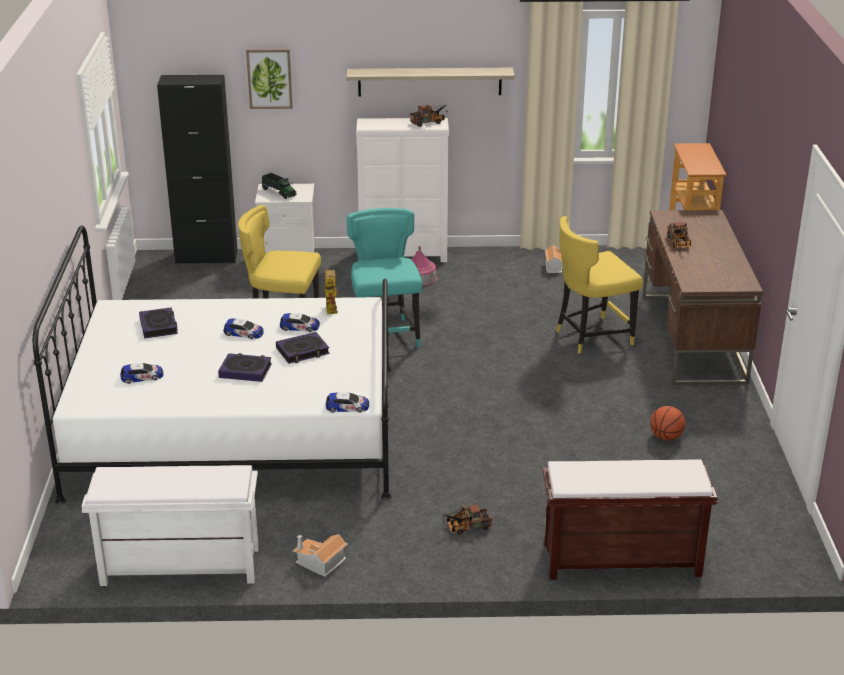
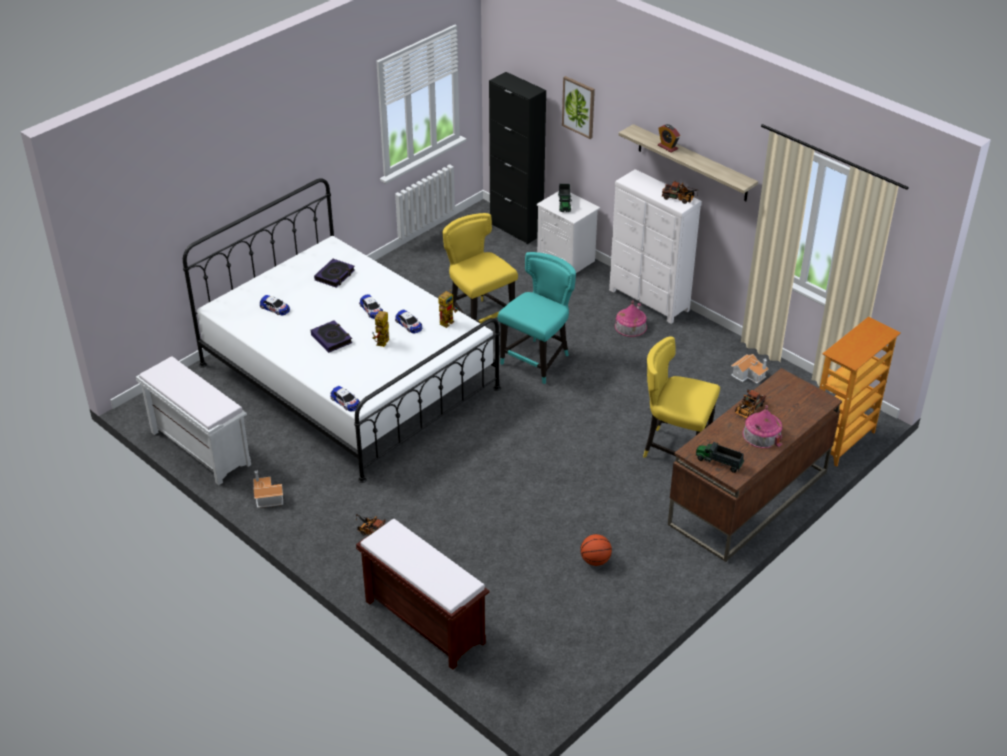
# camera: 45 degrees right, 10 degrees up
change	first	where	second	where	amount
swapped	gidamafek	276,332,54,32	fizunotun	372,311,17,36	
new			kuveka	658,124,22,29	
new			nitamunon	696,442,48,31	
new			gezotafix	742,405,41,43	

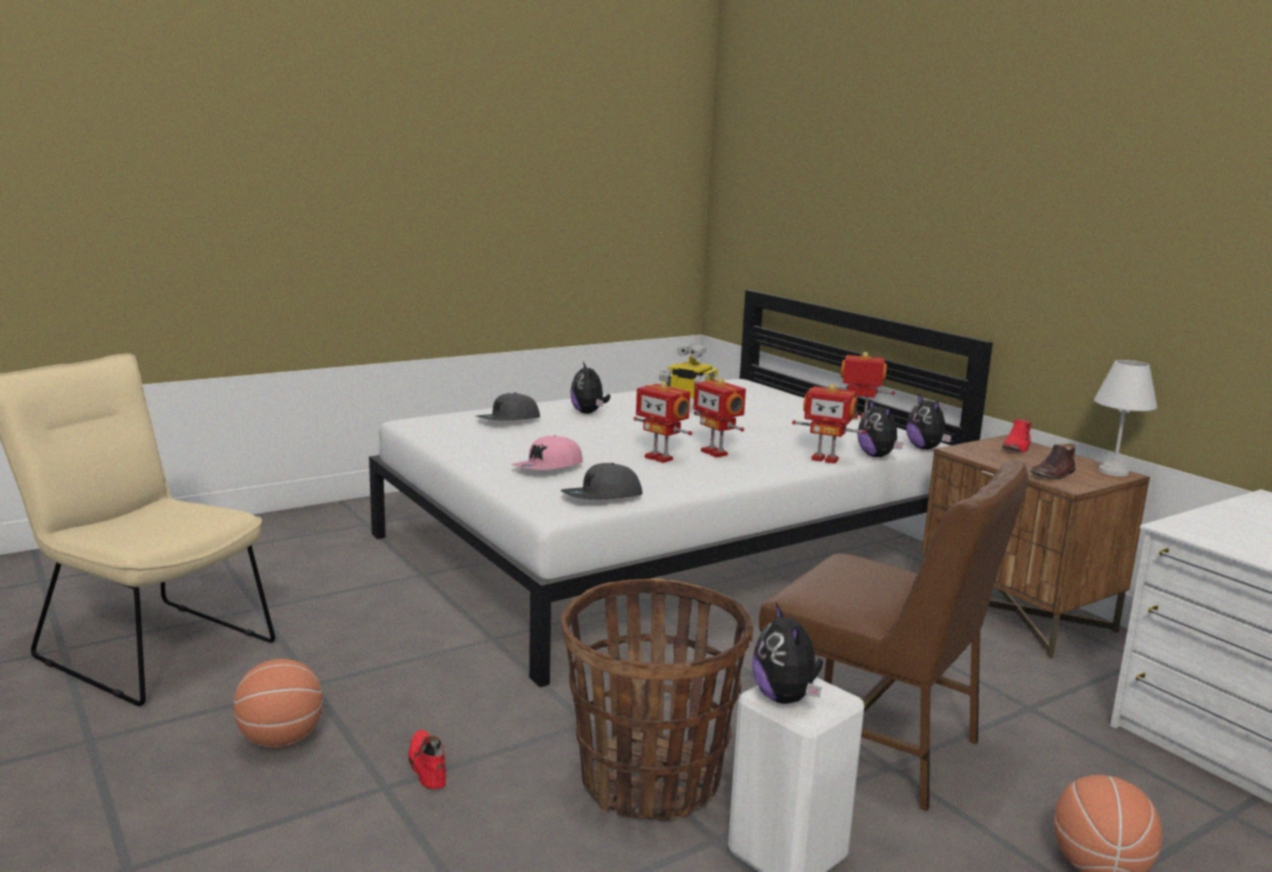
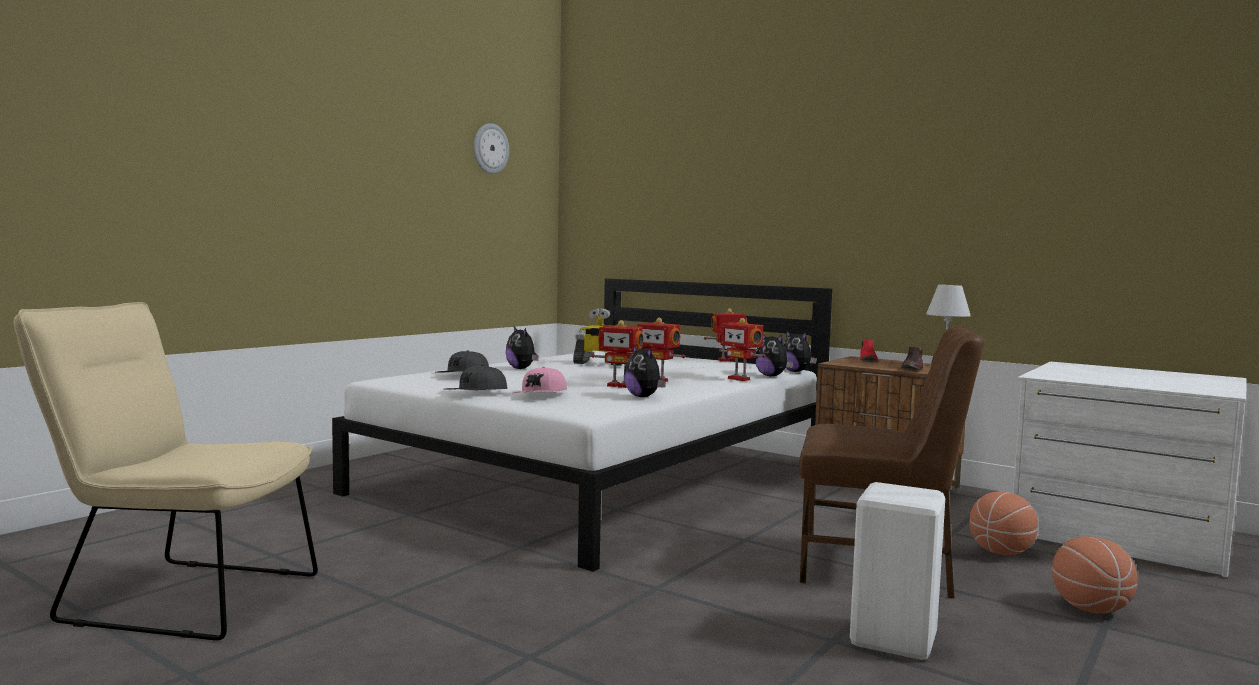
# camera: 20 degrees left, 10 degrees down
change	first	where	second	where	amount
shifted	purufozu	233,659,90,89		969,491,69,64	
gone	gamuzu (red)	408,730,38,59			
shifted	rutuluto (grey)	560,463,82,37		445,365,62,25	
gone	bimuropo	561,578,193,243			
shifted	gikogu	752,603,71,101		624,345,42,52	
rotated	fizunotun	792,384,74,80		719,318,46,63	45 degrees clockwise
new			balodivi	474,123,35,51	

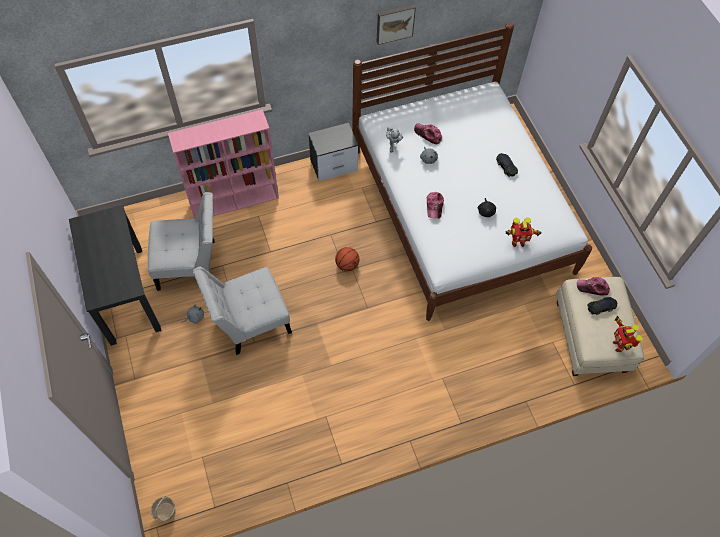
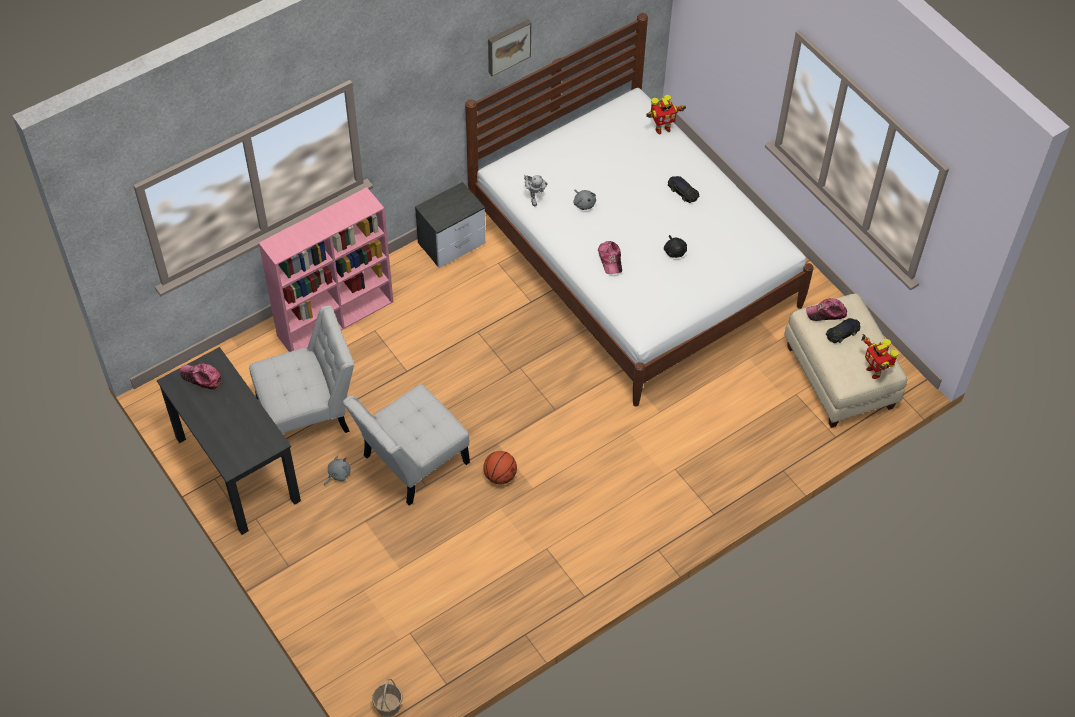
# camera: 15 degrees left, 5 degrees down
change	first	where	second	where	amount
shifted	purufozu	335,247,24,24		483,451,34,33	
shifted	rutuluto	414,123,28,21		180,363,42,26	
shifted	fizunotun	506,217,36,30		646,95,40,39	

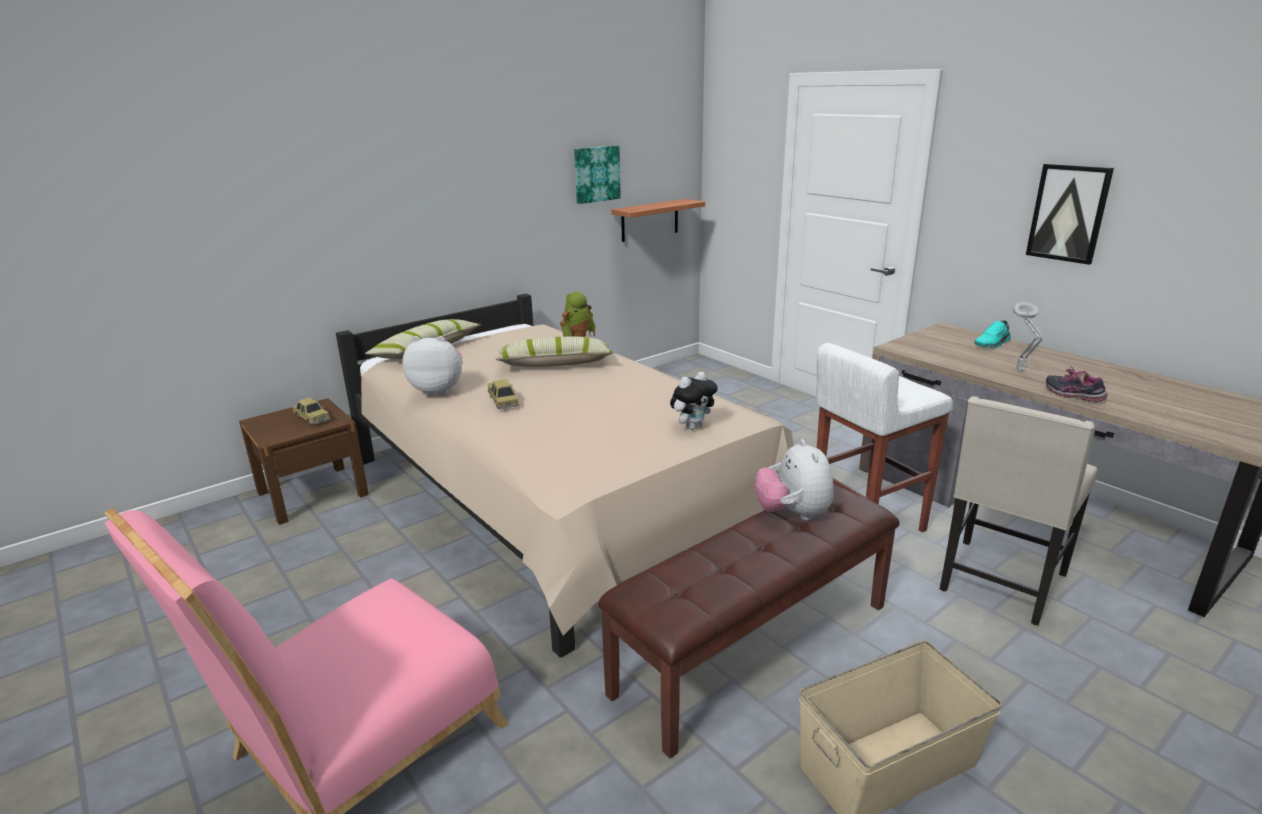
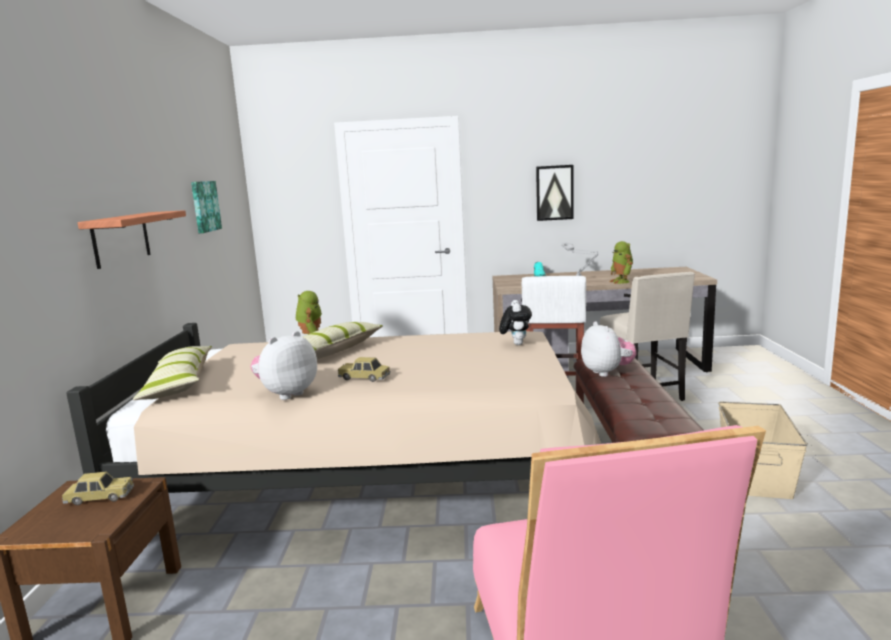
# camera: 50 degrees left, 10 degrees down
change	first	where	second	where	amount
shifted	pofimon	611,199,94,43		78,210,108,59	
rotated	gikogu	754,439,80,81		581,321,55,56	135 degrees counterclockwise
swapped	gamuzu	1046,366,62,36	fizunotun	610,241,23,43	

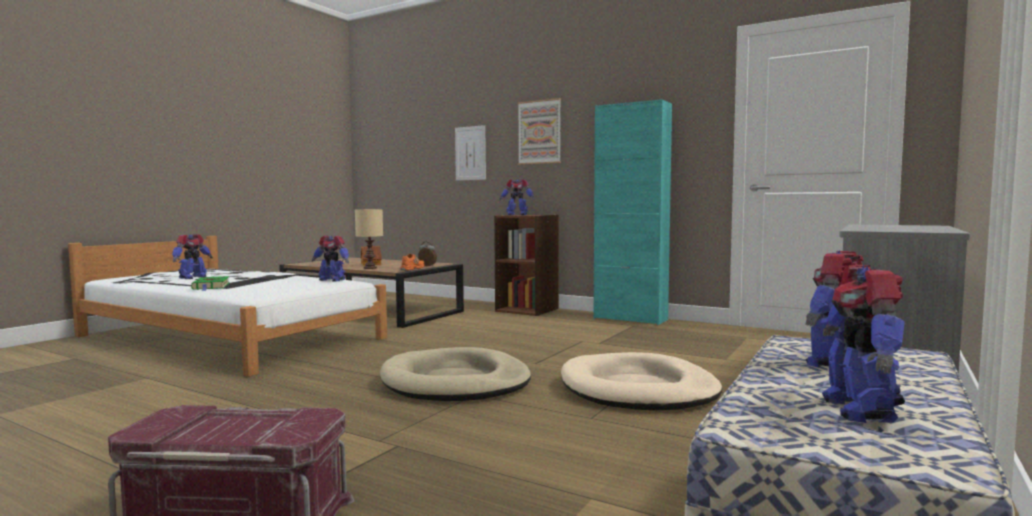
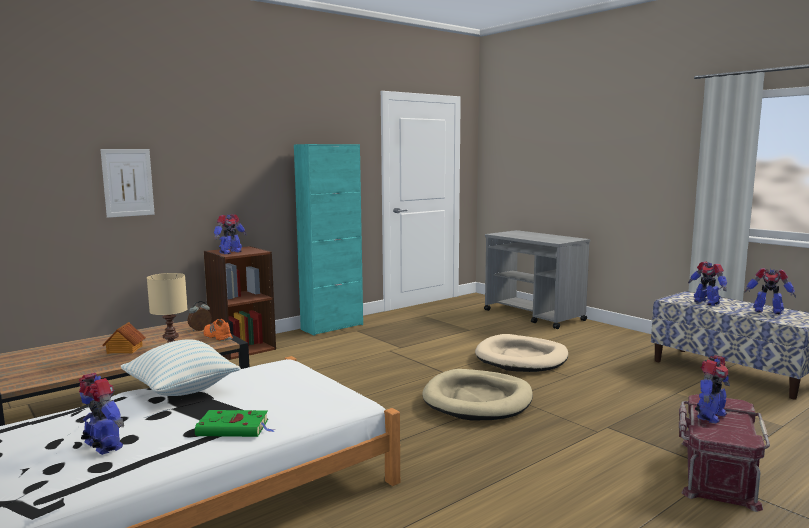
# camera: 70 degrees left, 5 degrees up
change	first	where	second	where	amount
shifted	fizunotun	312,235,37,47		695,355,35,68	
gone	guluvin	518,98,43,67			
new			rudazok	121,339,120,57	

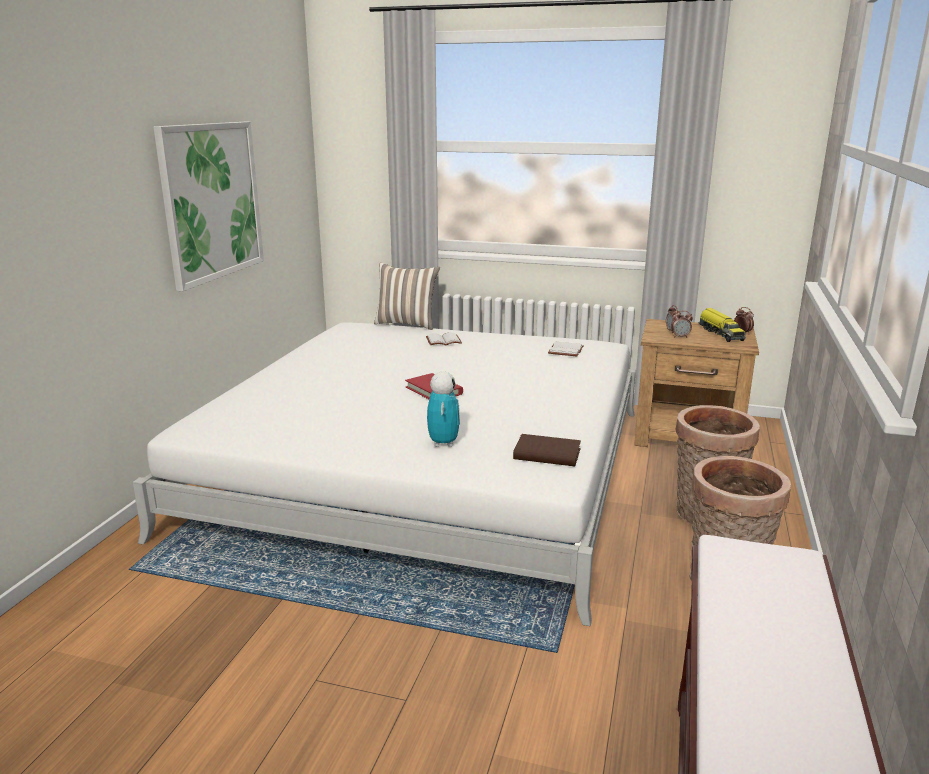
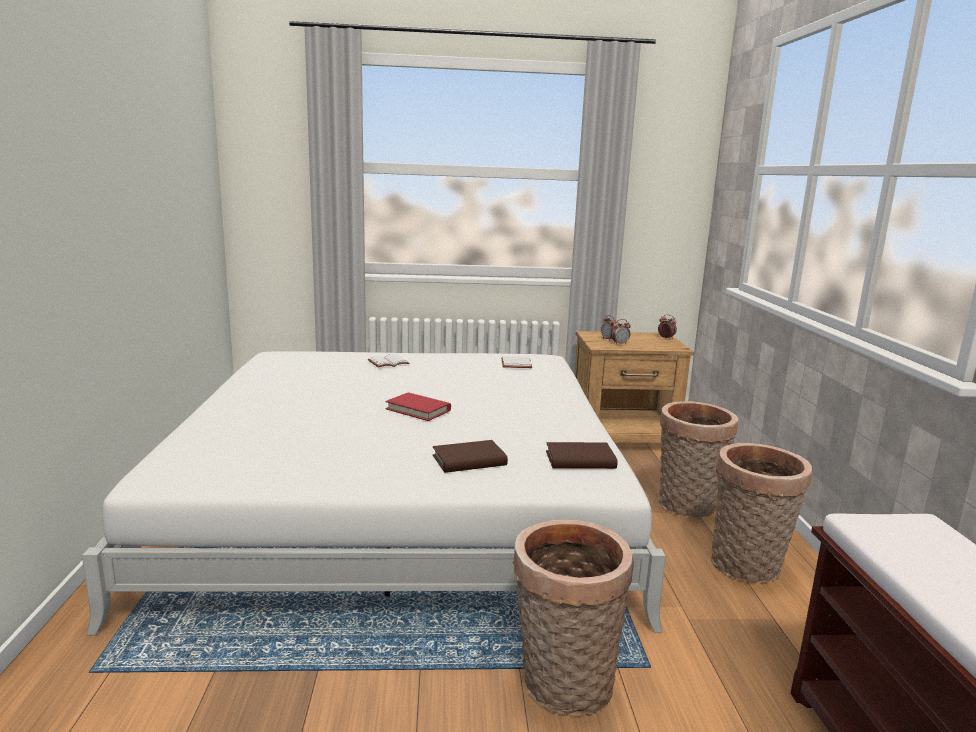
# camera: 20 degrees left, 5 degrees down
change	first	where	second	where	amount
gone	guluvin	153,122,111,169			
gone	rudazok	374,262,66,68			
swapped	fizunotun	427,372,33,75	gidamafek (brown)	433,440,75,33	
gone	nitamunon	699,308,47,34			
new			bimuropo	513,520,121,196	

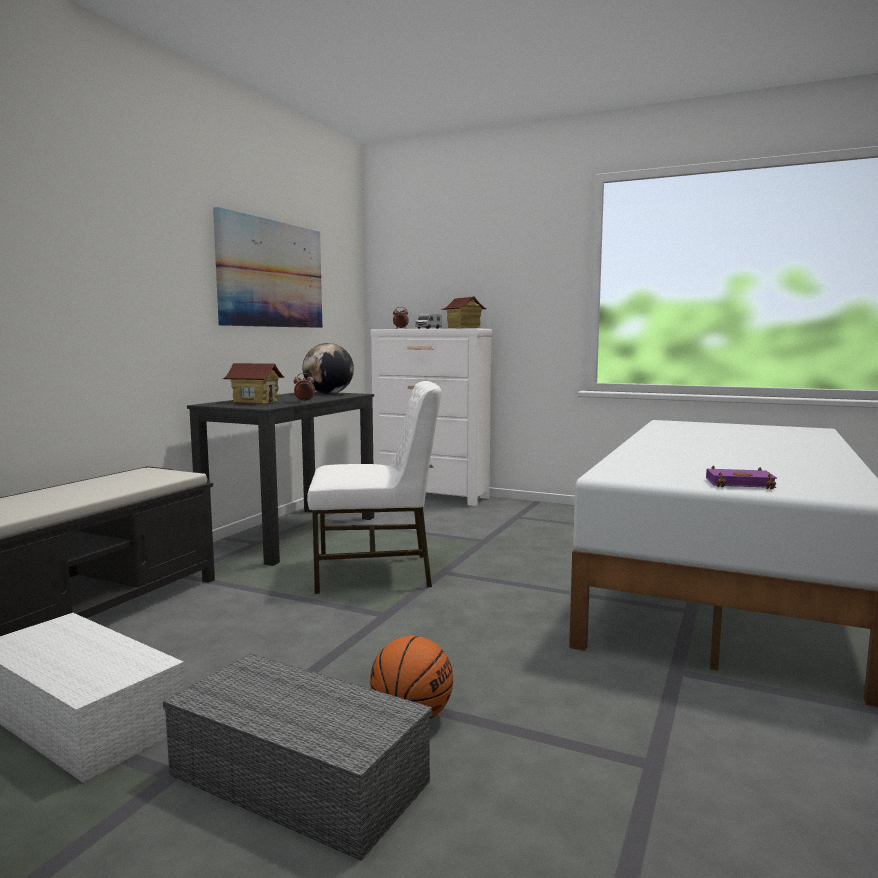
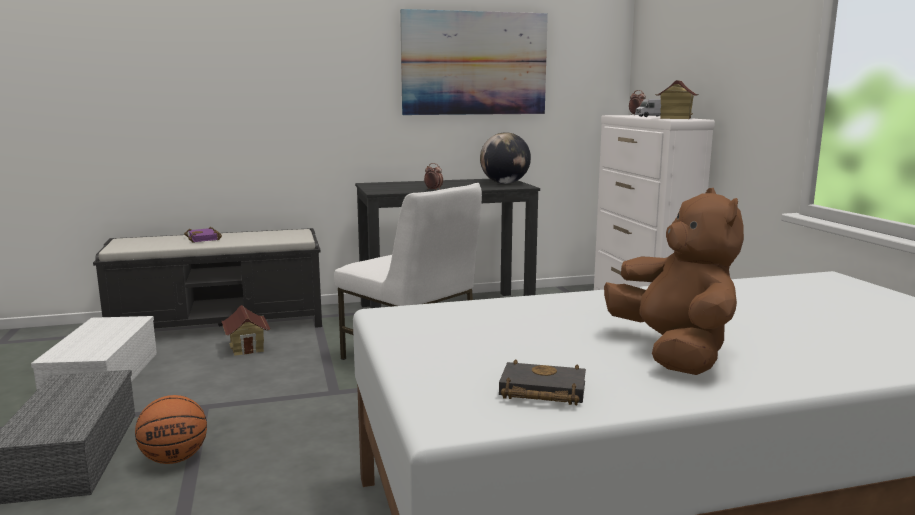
# camera: 50 degrees right, 5 degrees up
change	first	where	second	where	amount
shifted	gezotafix	223,363,62,40		222,305,48,51	
shifted	gidamafek (purple)	706,465,71,24		184,227,38,16	
new			gidamafek (black)	499,359,87,46	
new			gikogu (brown)	604,188,140,187	

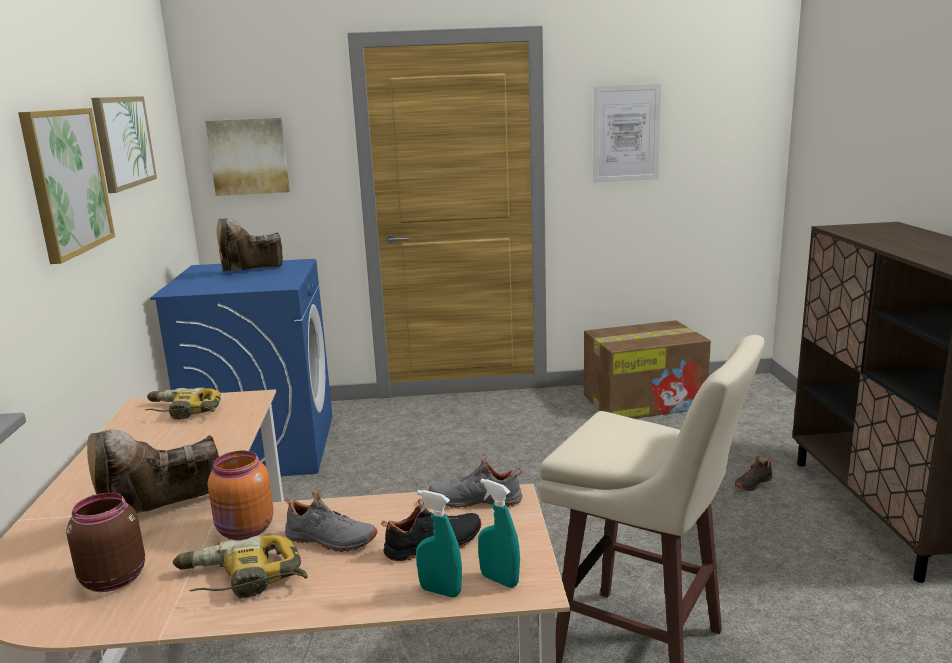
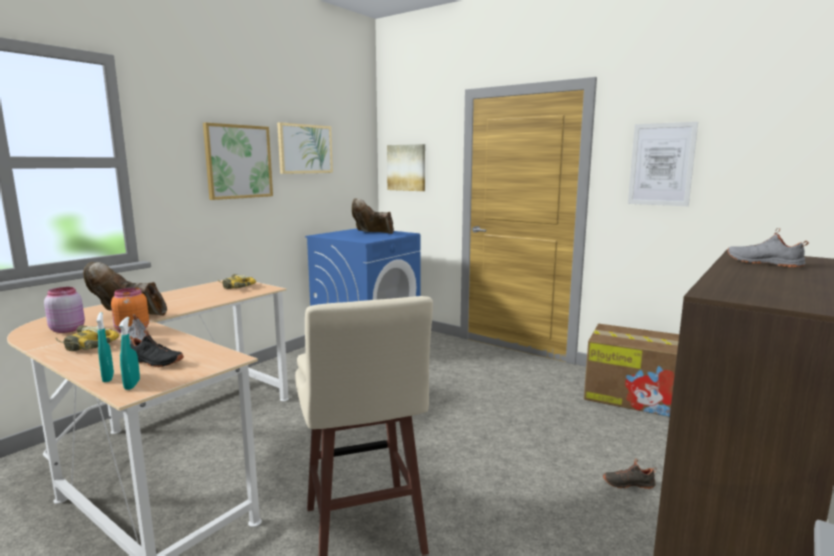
# camera: 40 degrees right, 5 degrees down
change	first	where	second	where	amount
repainted	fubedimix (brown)	66,492,79,100	fubedimix (pink)	44,287,41,46	
shifted	gamuzu (grey)	429,454,93,54		727,228,82,39	

